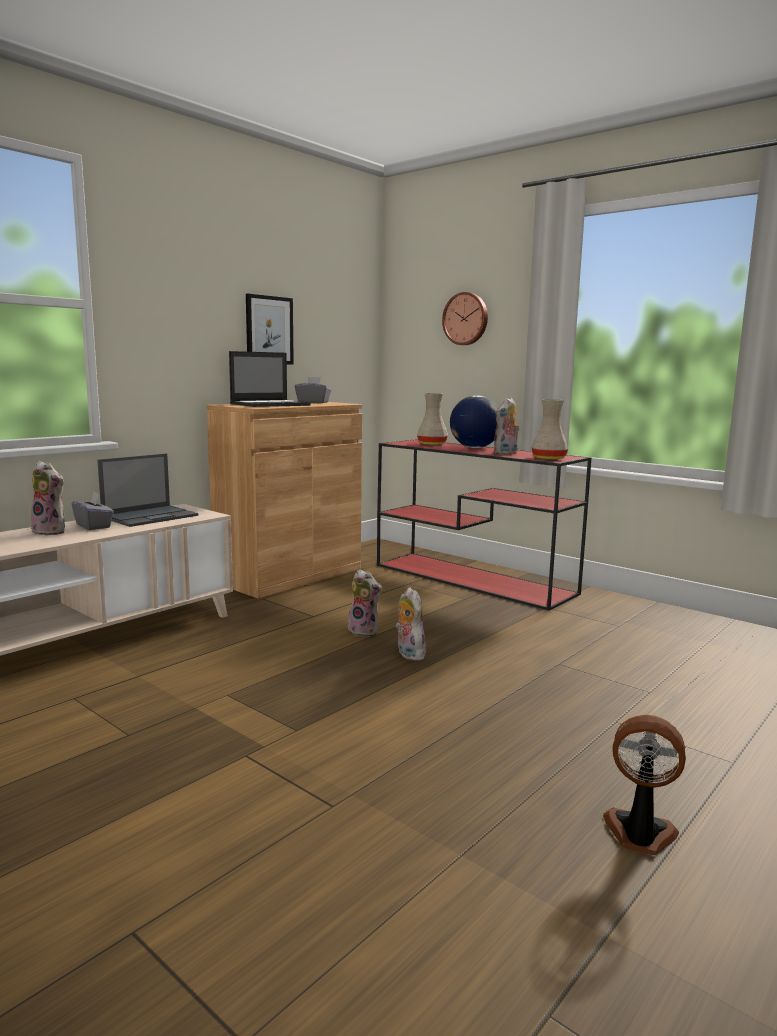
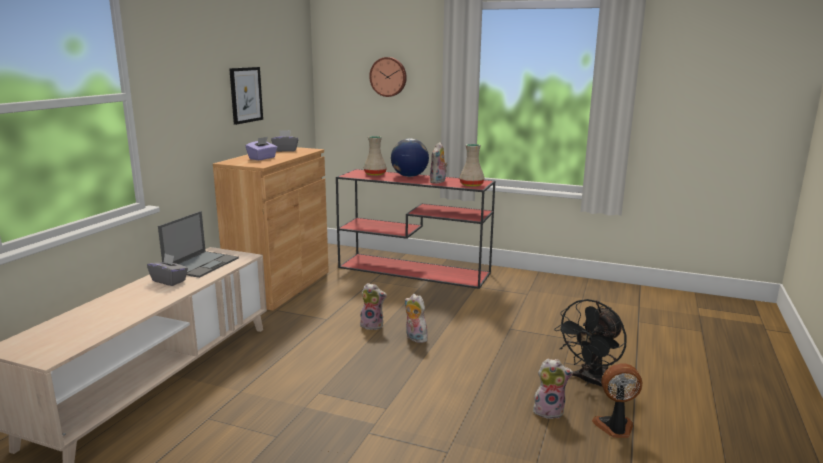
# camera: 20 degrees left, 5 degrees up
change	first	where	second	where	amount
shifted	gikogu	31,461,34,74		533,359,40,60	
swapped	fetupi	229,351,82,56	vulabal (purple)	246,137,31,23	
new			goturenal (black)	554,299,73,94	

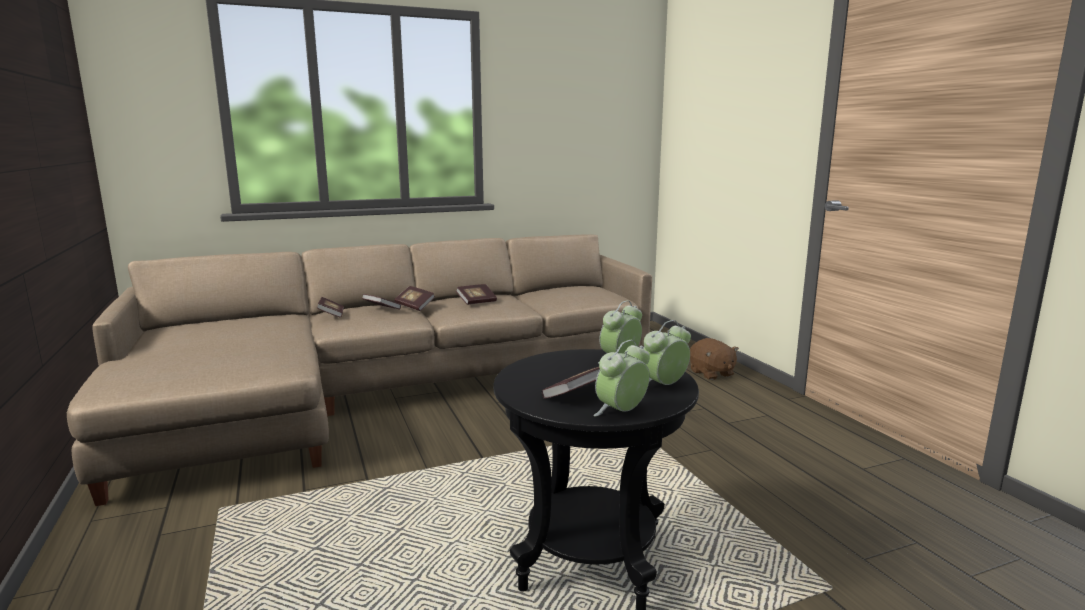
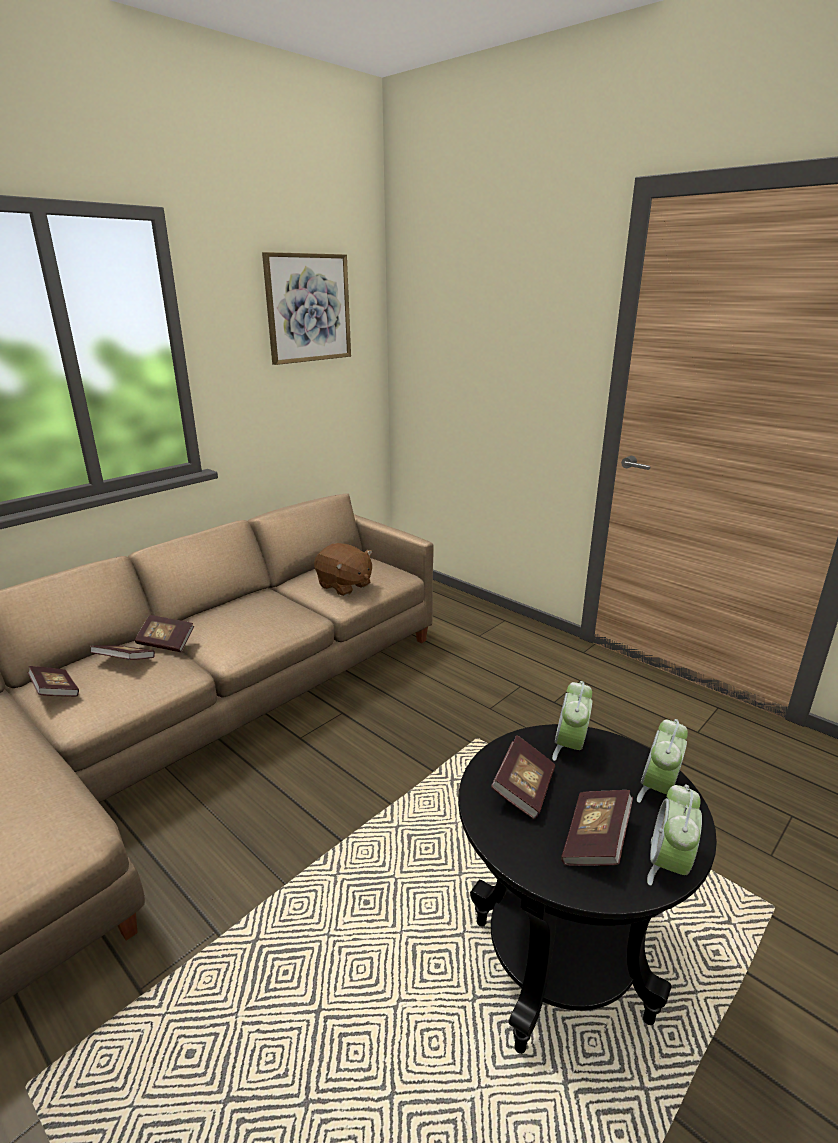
# camera: 25 degrees left, 10 degrees up
change	first	where	second	where	amount
shifted	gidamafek	456,284,41,21		491,735,64,84	
shifted	gikogu (brown)	690,338,49,42		314,543,59,53	
new			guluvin	262,252,89,113	

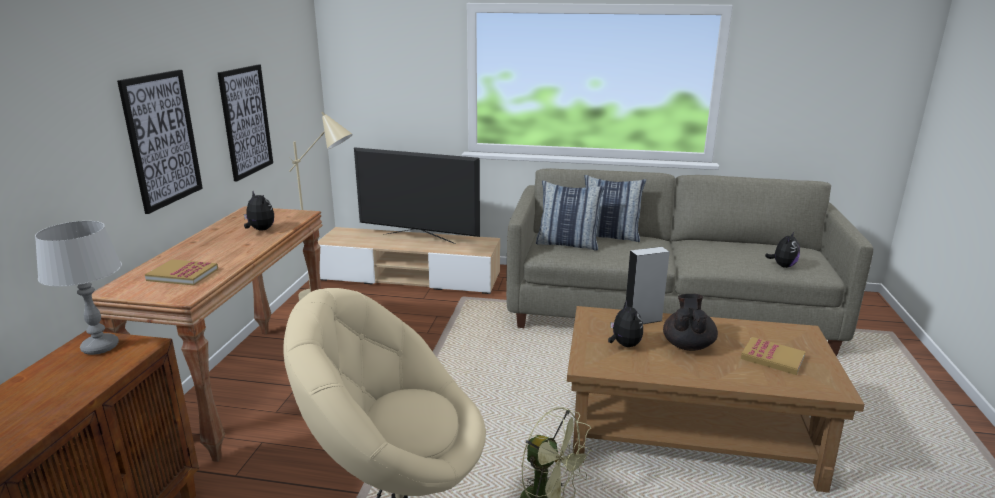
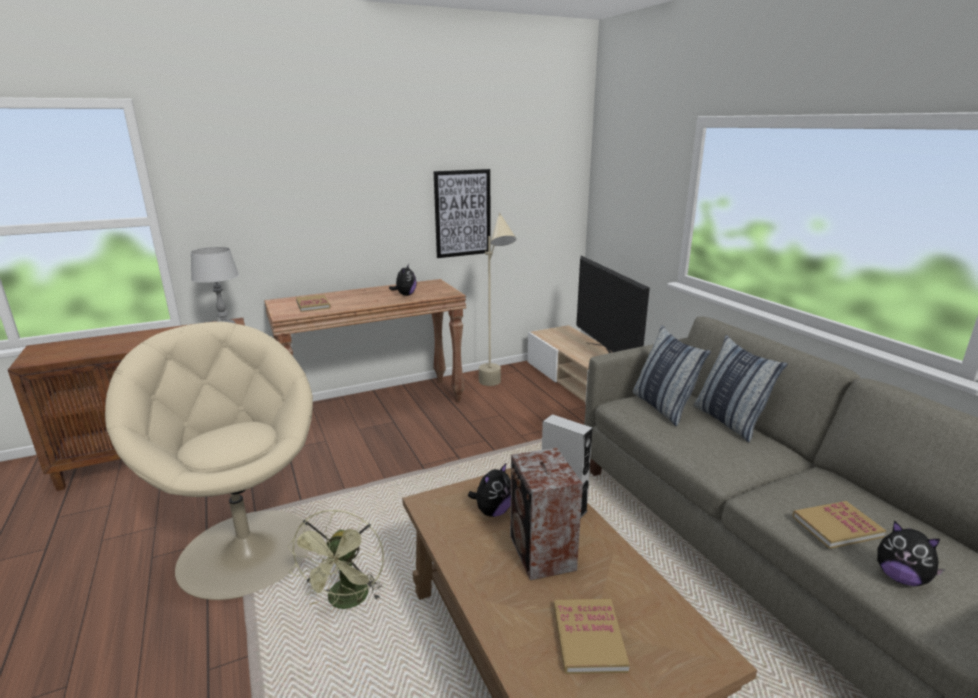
# camera: 55 degrees right, 0 degrees up
change	first	where	second	where	amount
gone	guluvin	117,70,86,144			
swapped	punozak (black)	663,294,55,57	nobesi	510,448,73,132	
rotated	gikogu	765,232,35,36		877,521,68,65	45 degrees clockwise
new			gidamafek	792,501,94,48	

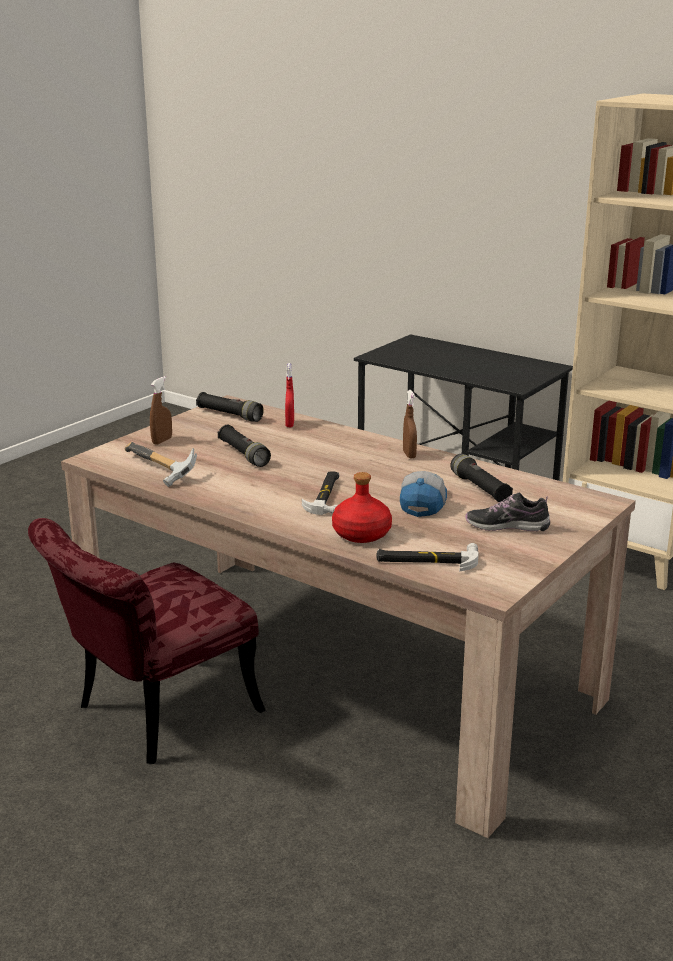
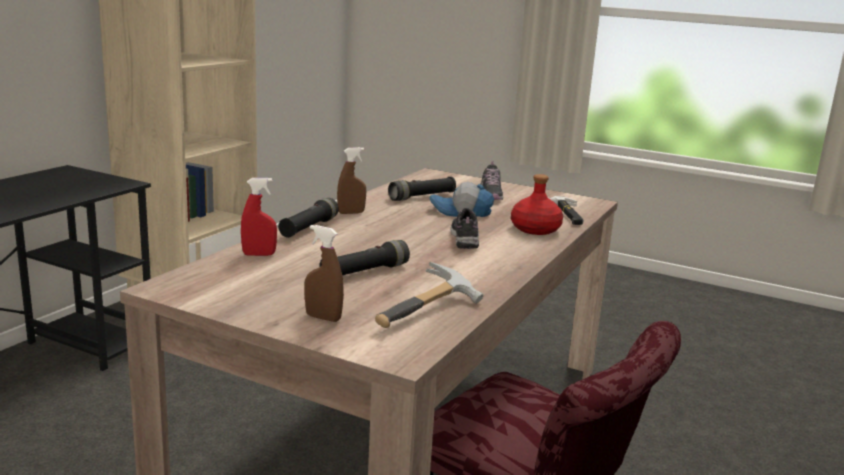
# camera: 100 degrees left, 5 degrees down
change	first	where	second	where	amount
shifted	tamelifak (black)	196,392,68,30		278,198,61,40	
swapped	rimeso	302,471,37,44	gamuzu	450,208,29,41	

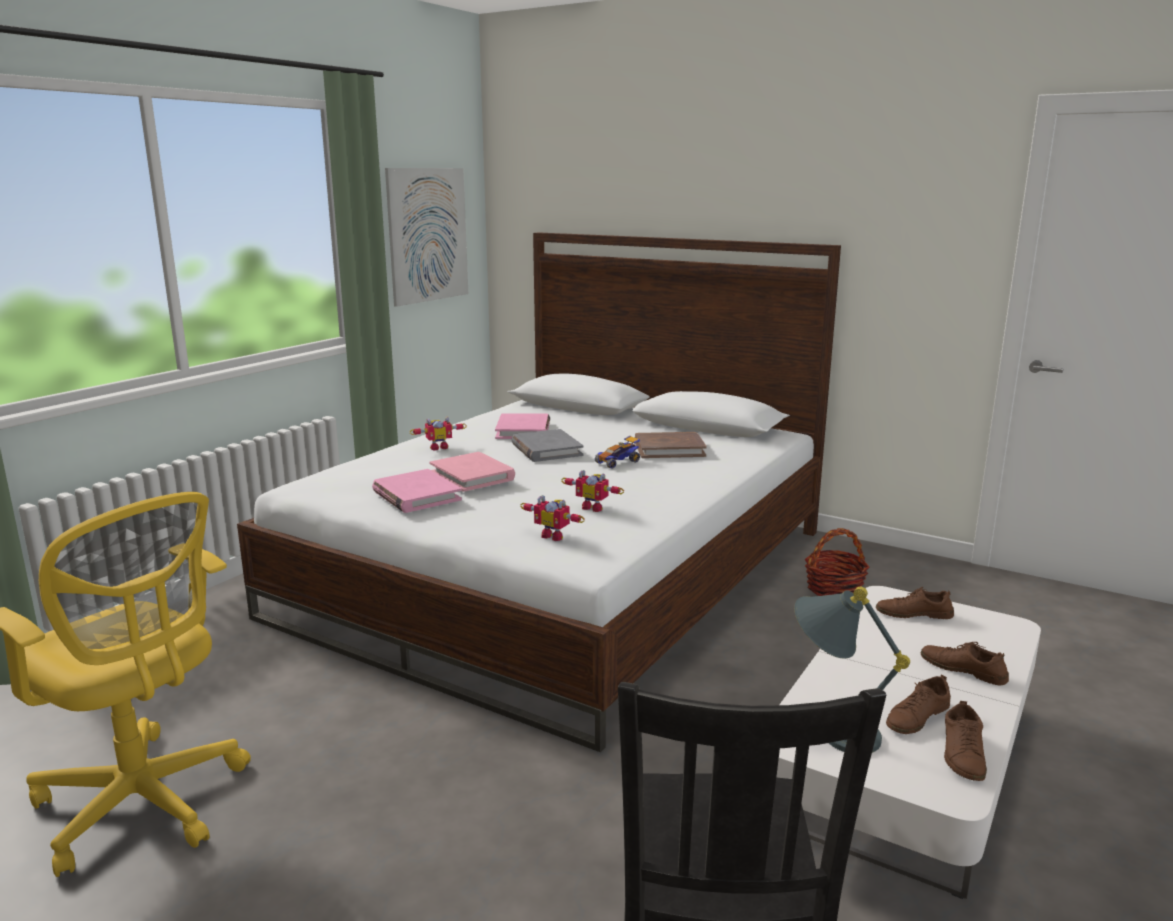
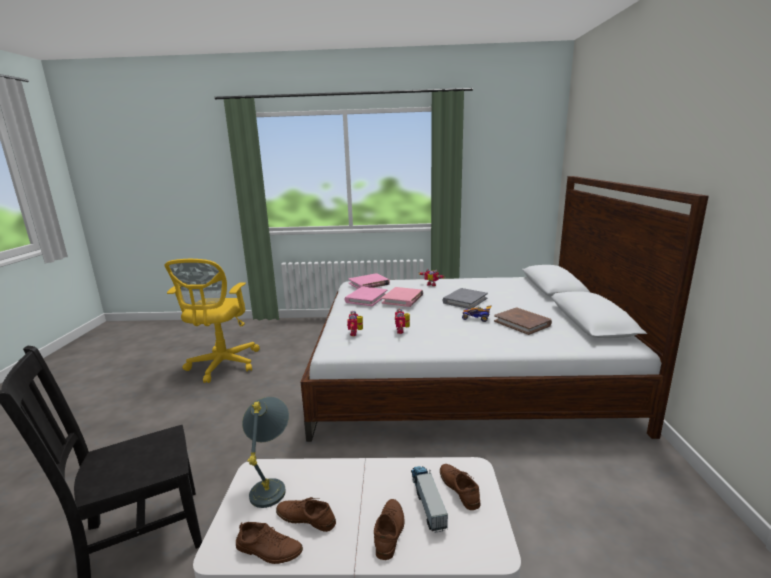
# camera: 60 degrees right, 0 degrees up
change	first	where	second	where	amount
gone	guluvin	385,168,83,139			
shifted	gidamafek (pink)	495,413,55,26		348,273,42,16	
gone	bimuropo	805,528,65,68			
rotated	gamuzu (brown)	944,701,43,80		236,522,67,42	150 degrees counterclockwise
new			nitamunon	411,466,37,67	

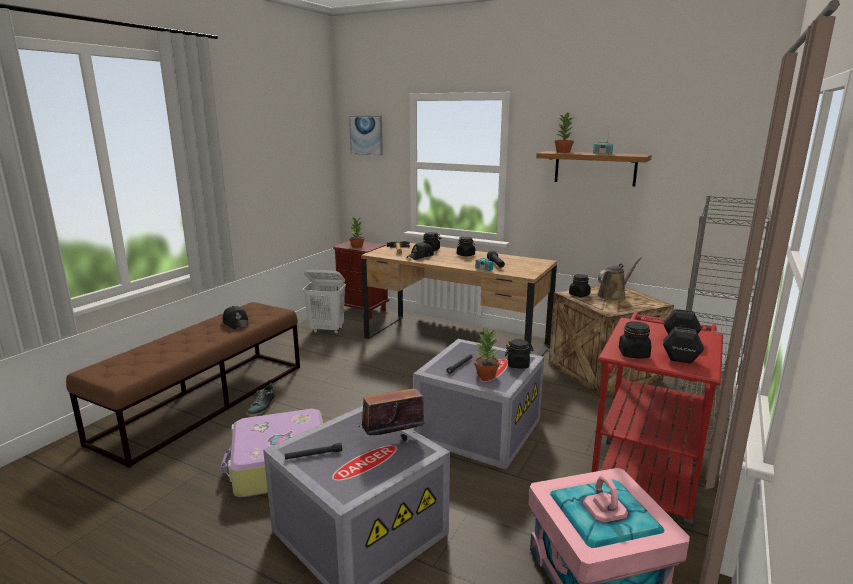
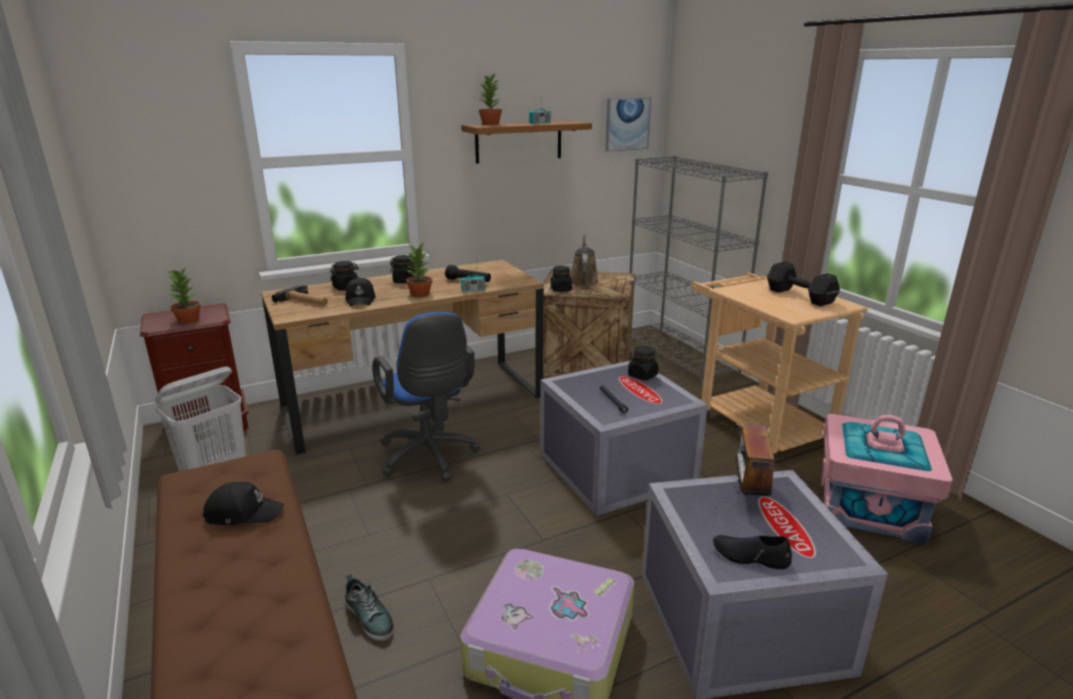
# camera: 55 degrees left, 5 degrees up
change	first	where	second	where	amount
swapped	tamelifak (black)	285,443,57,16	gamuzu (black)	713,535,79,34	
shifted	guluvin	349,116,34,39		605,97,46,55	
shifted	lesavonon	474,327,26,52		405,243,27,54	
repainted	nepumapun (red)	592,312,131,215	nepumapun (beige)	691,273,177,186	
gone	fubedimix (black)	619,321,32,37			
new			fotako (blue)	372,312,108,170	

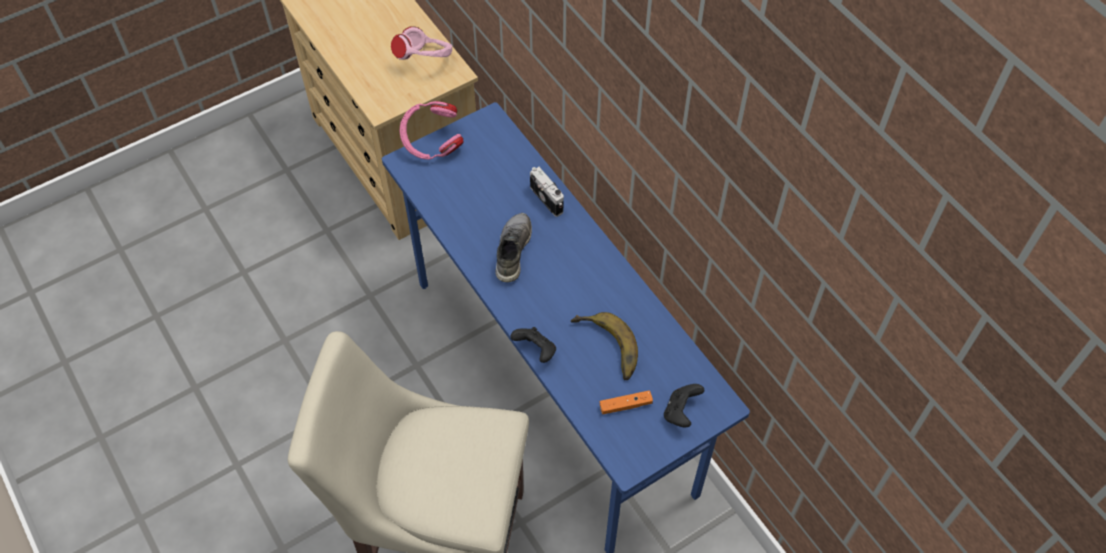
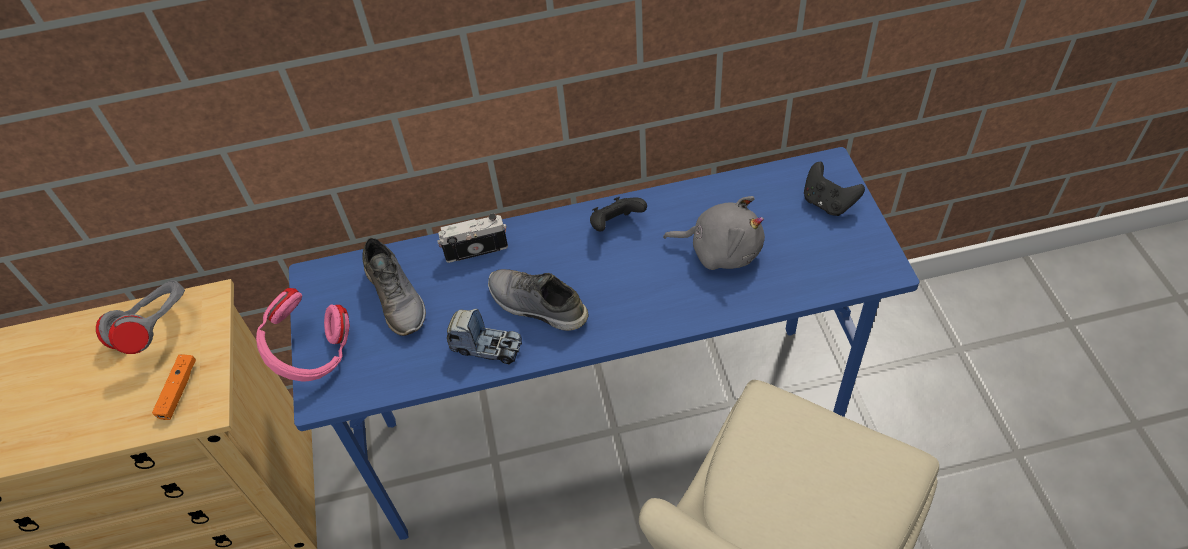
# camera: 65 degrees left, 5 degrees down
change	first	where	second	where	amount
repainted	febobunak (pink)	391,26,61,34	febobunak (grey)	96,280,89,74	
shifted	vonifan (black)	510,327,46,36		590,197,57,34	
swapped	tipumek	571,312,67,68	gikogu (grey)	663,196,102,74	
shifted	vonifan (orange)	600,390,53,24		152,354,44,66	
new			gamuzu (grey)	362,237,64,99	
new			nitamunon	447,309,75,55	

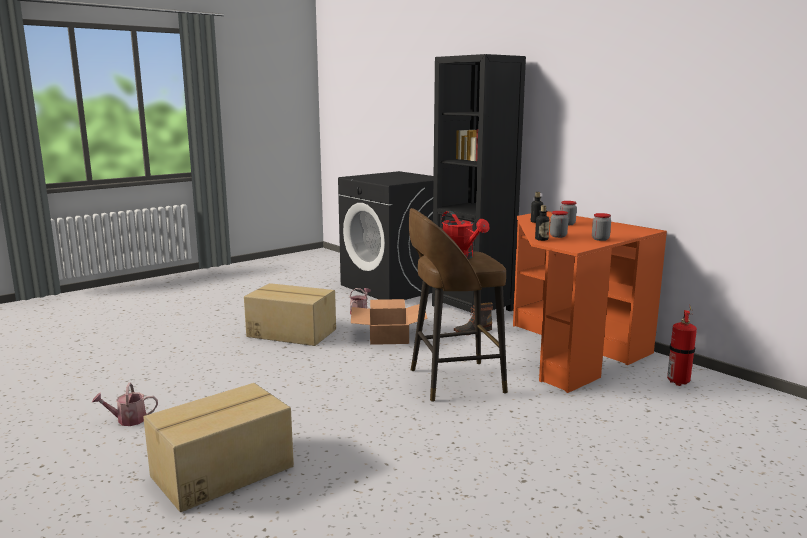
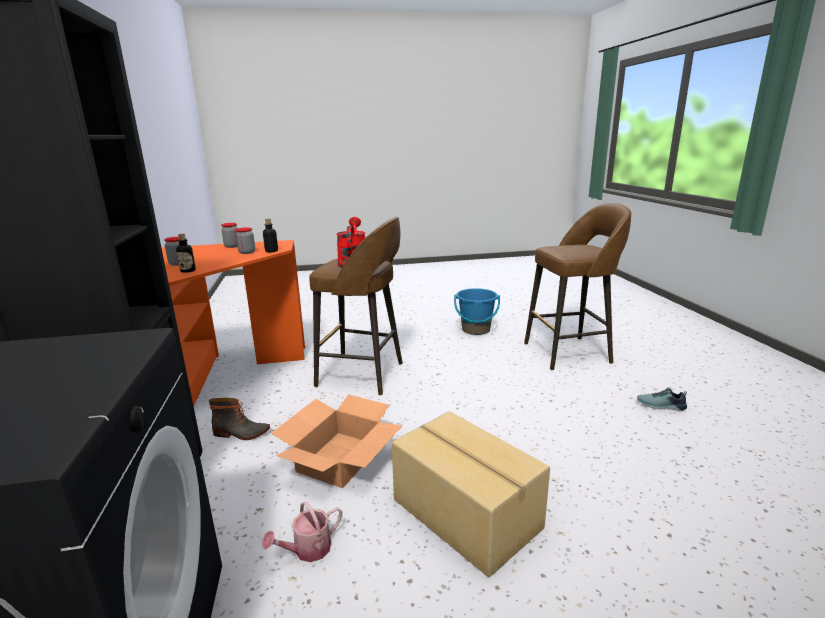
# camera: 150 degrees left, 5 degrees up
change	first	where	second	where	amount
swapped	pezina	92,383,66,43	gamuzu	637,387,50,24	
swapped	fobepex	143,383,151,129	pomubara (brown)	524,203,107,167	
gone	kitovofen	667,307,30,79			
new			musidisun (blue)	454,288,46,47	

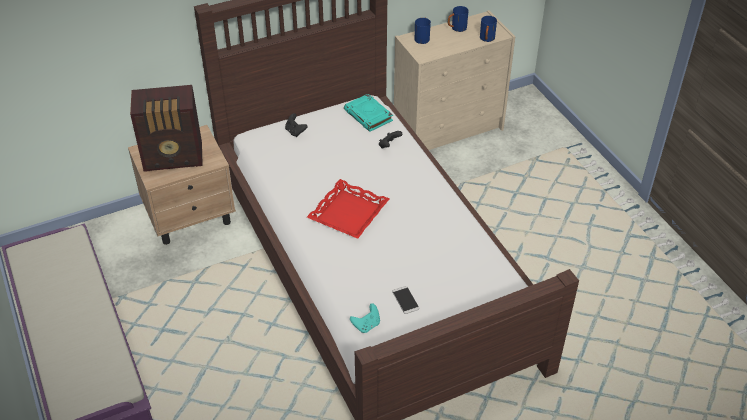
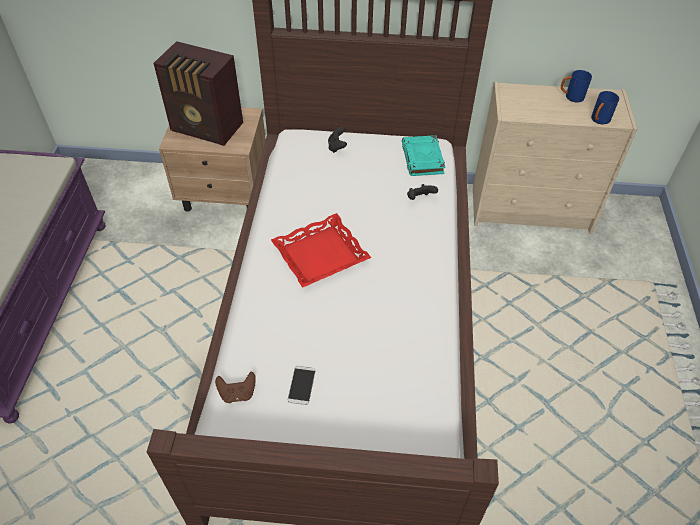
# camera: 30 degrees right, 5 degrees up
change	first	where	second	where	amount
repainted	vonifan (turquoise)	350,303,30,30	vonifan (brown)	215,372,41,31	
gone	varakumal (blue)	415,18,16,26			

